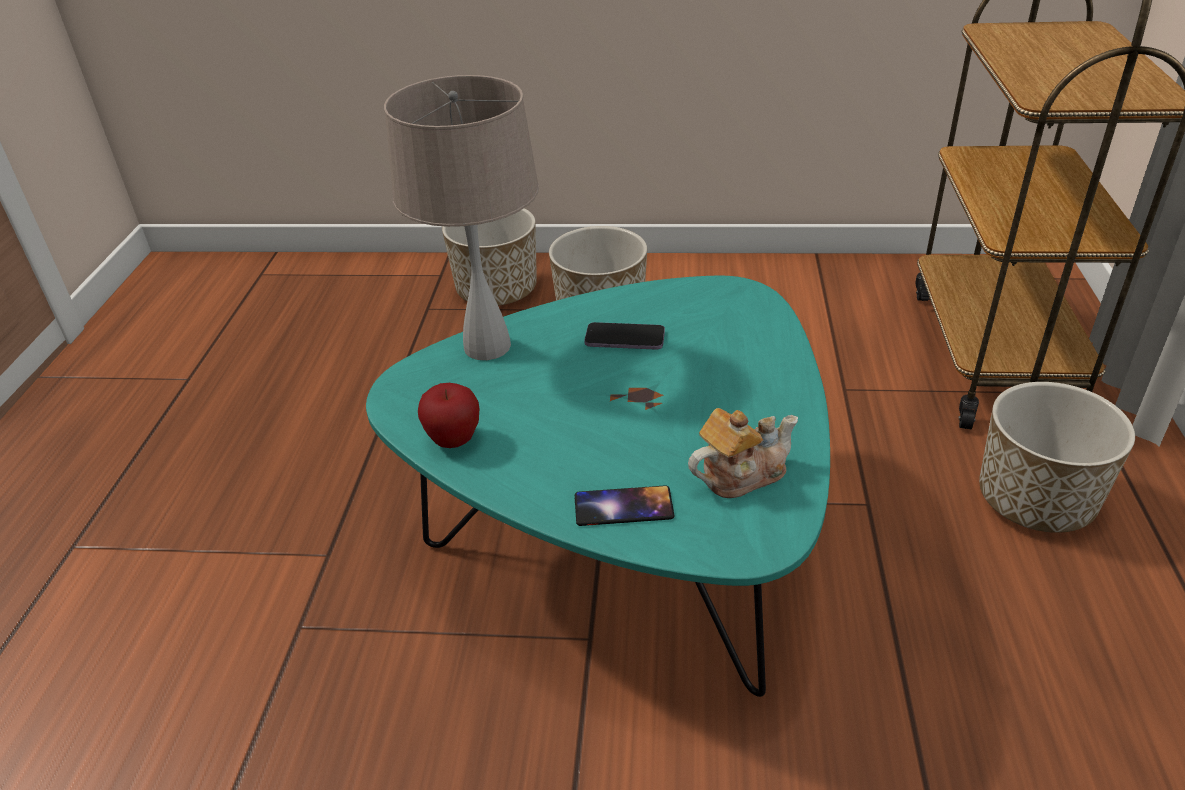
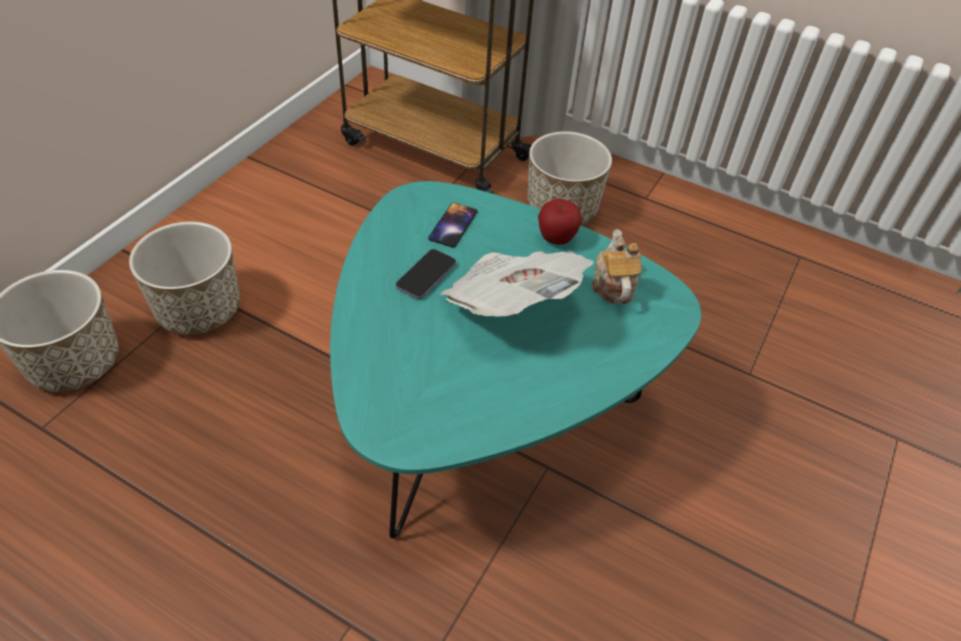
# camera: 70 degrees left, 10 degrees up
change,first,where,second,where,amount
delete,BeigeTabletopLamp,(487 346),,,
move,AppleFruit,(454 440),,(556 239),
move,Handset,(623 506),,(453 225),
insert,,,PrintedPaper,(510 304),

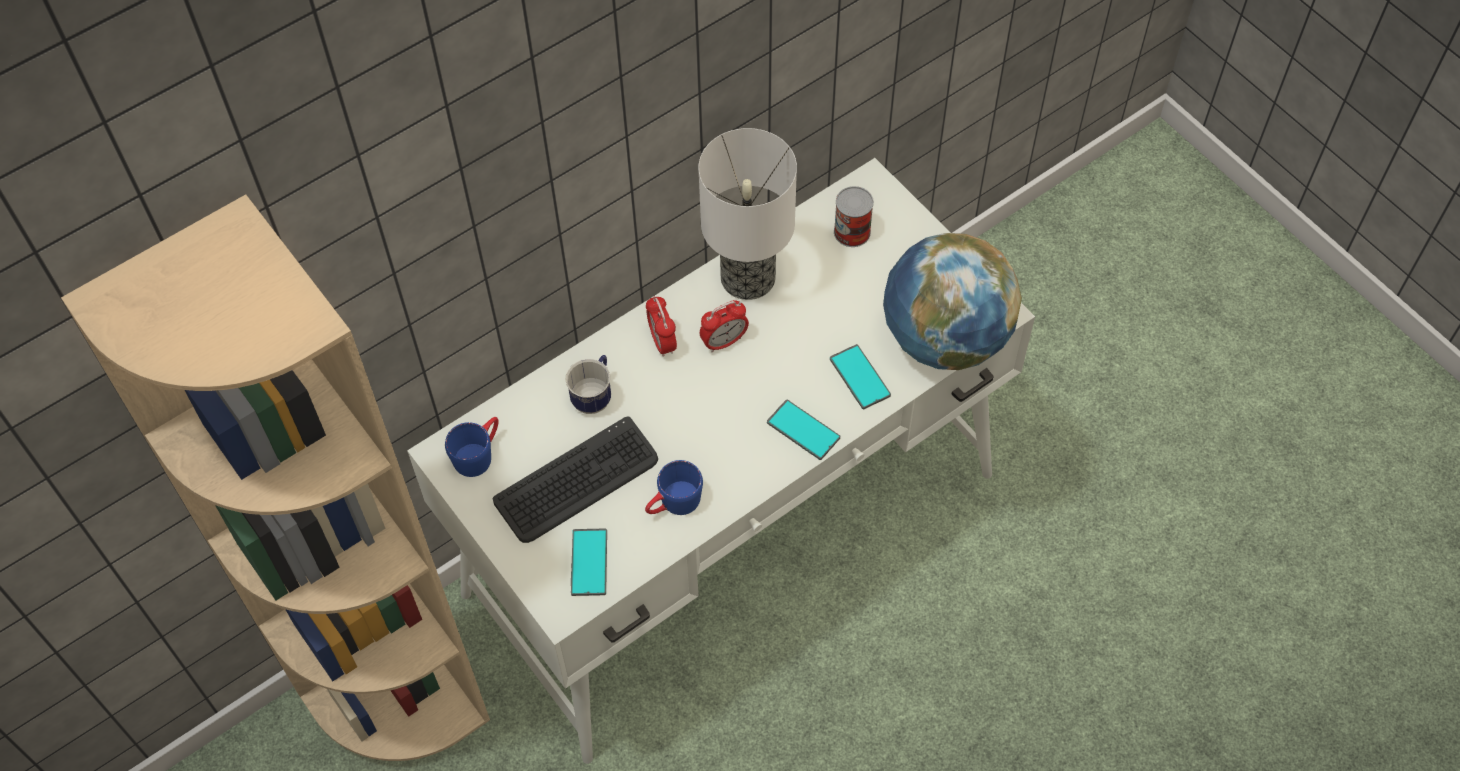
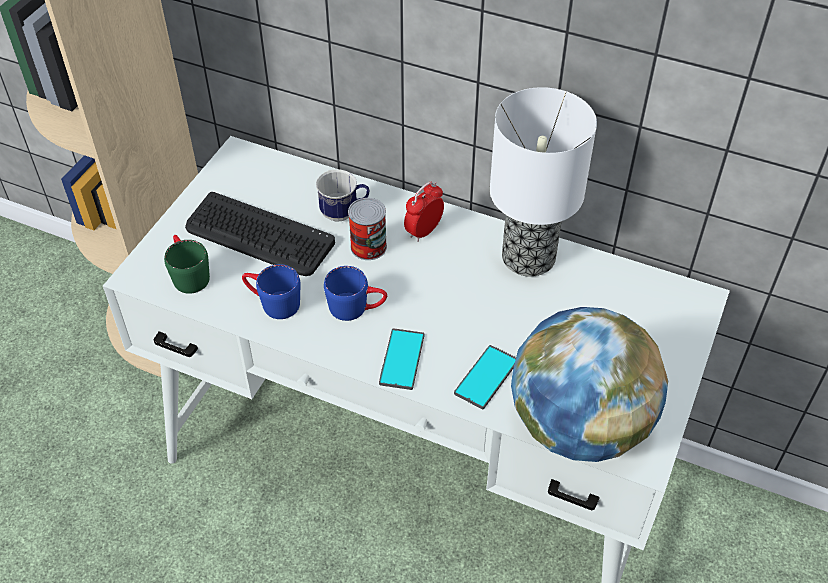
# camera: 60 degrees right, 10 degrees down
change,first,where,second,where,amount
move,BlueCoffeeMug,(478 453),,(357 307),
replace,Handset,(589 562),GreenColouredCoffeeMug,(188 274),
delete,TableClock,(724 341),,,
move,MetalCan,(852 232),,(368 246),

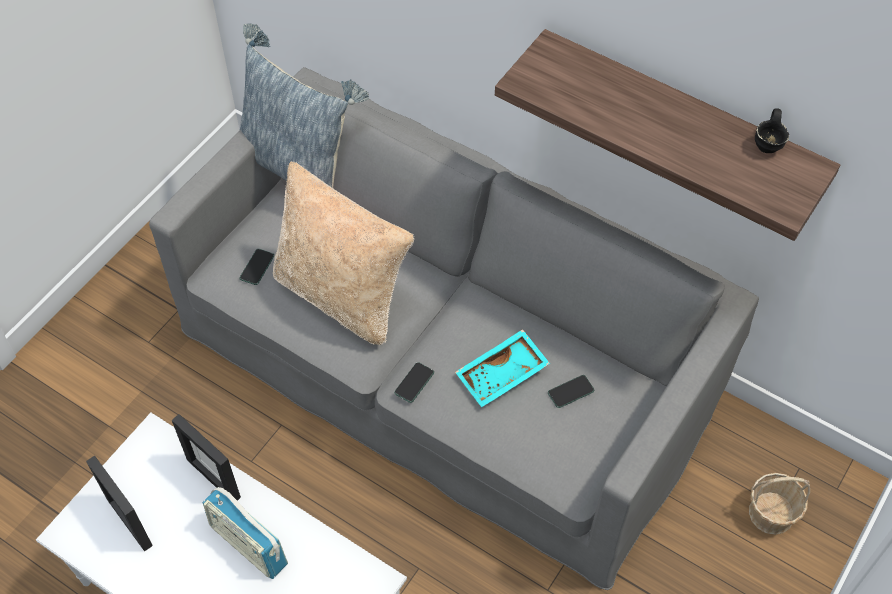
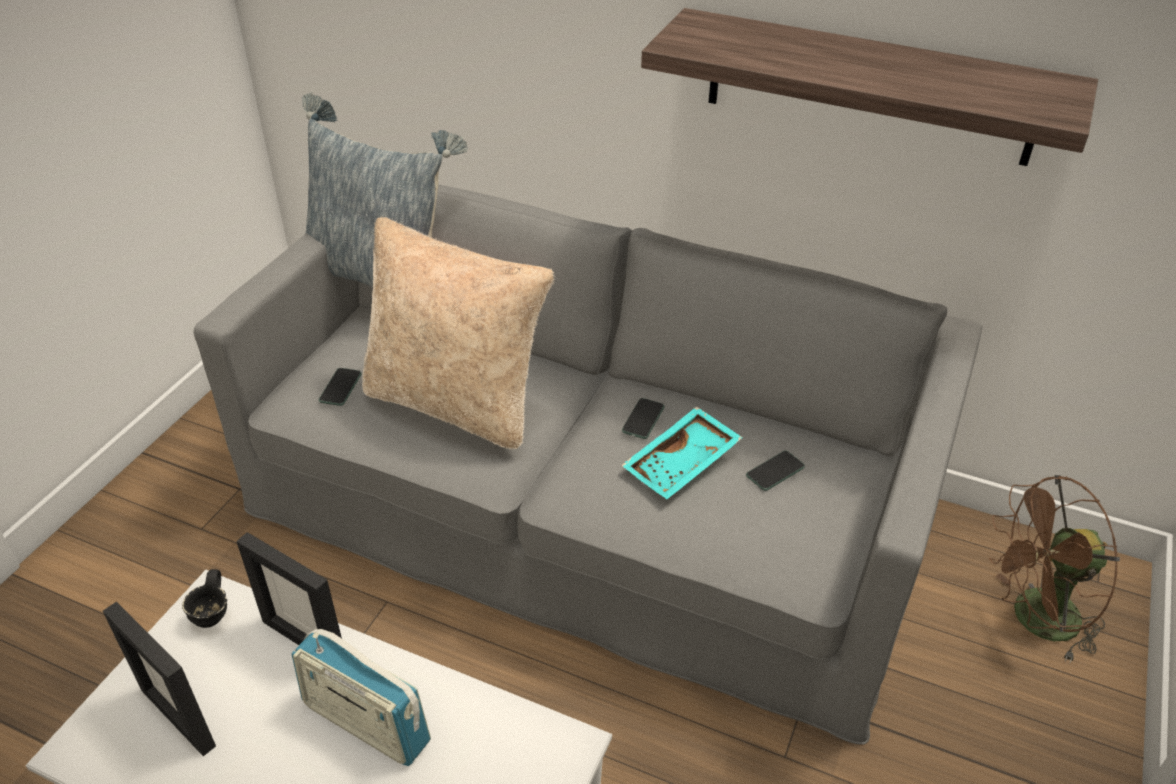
# camera: 10 degrees left, 15 degrees down
change,first,where,second,where,amount
move,Handset,(414 383),,(643 419),
replace,Basket,(771 513),BrownColouredFan,(1033 620),
move,BlackishCoffeeMug,(769 146),,(215 616),

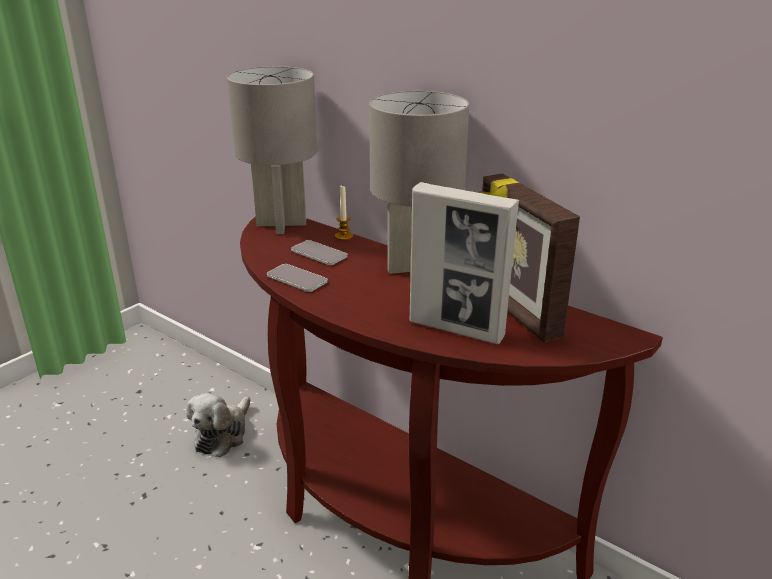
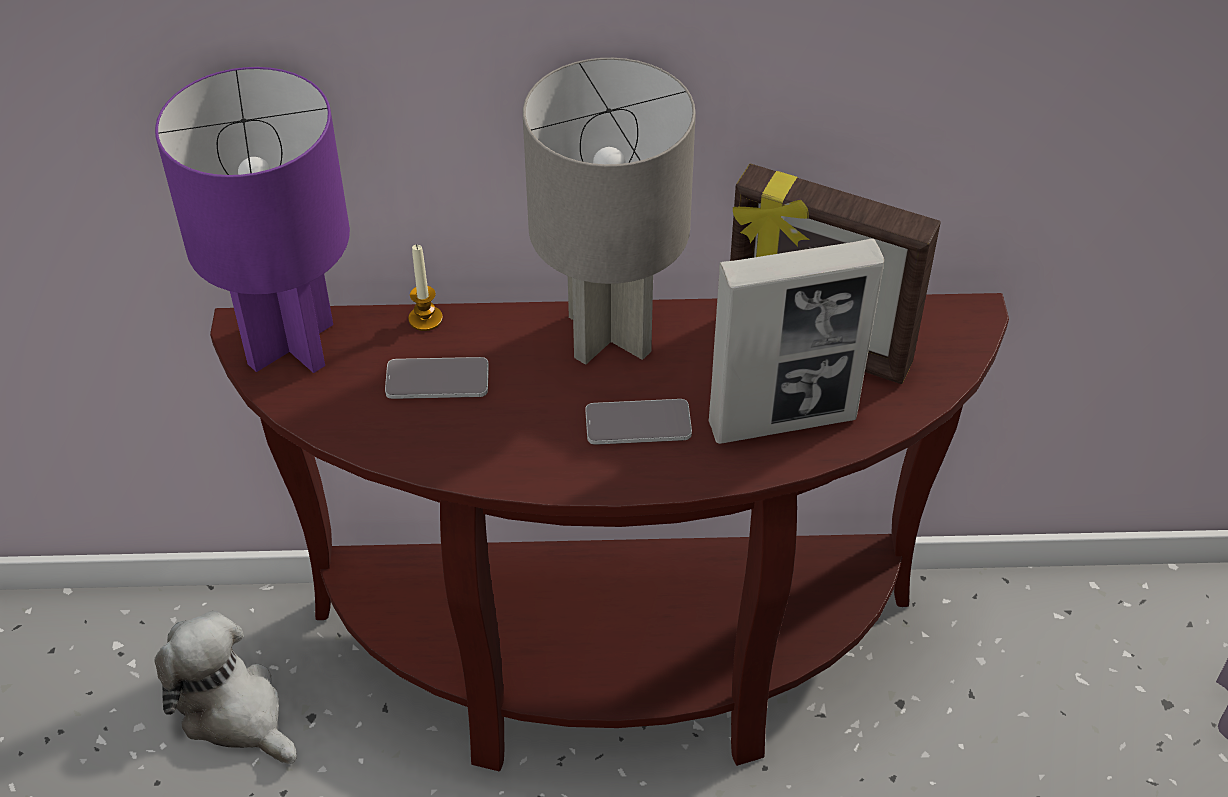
# camera: 40 degrees left, 20 degrees up
change,first,where,second,where,amount
rotate,SoftToy,(222 434),,(234 711),150 degrees clockwise
recolor,GreyTabletopLamp,(282 224),PurplishTabletopLamp,(291 343),
move,Handset,(297 279),,(638 423),

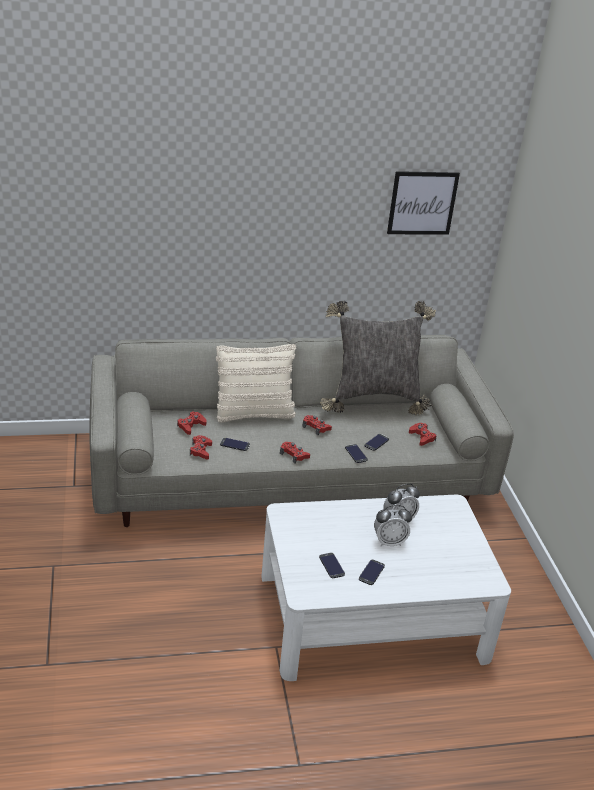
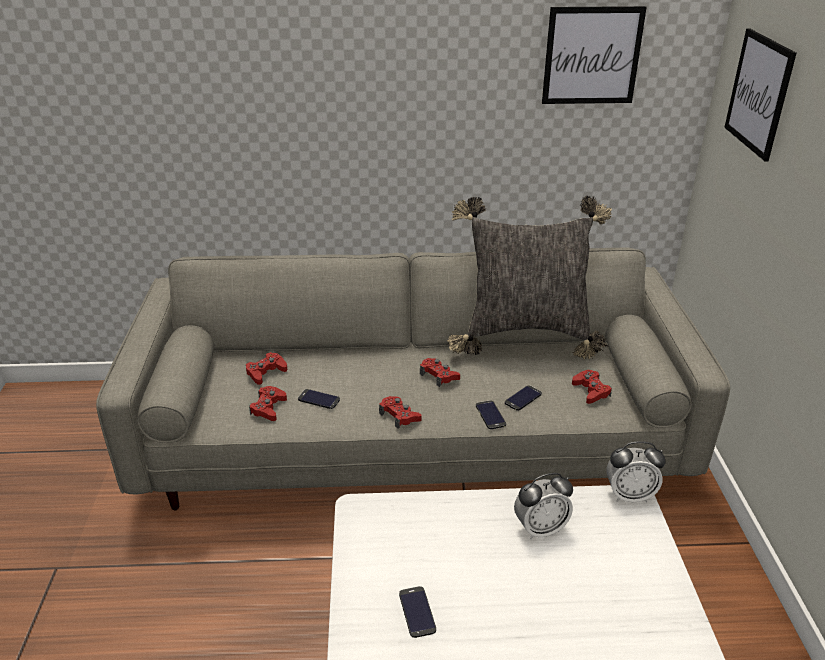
# camera: 10 degrees right, 0 degrees up
change,first,where,second,where,amount
delete,BeigeCushion,(254 414),,,
delete,Handset,(371 572),,,
move,TableClock,(389 542),,(629 495),
insert,,,WallPicture,(759 93),

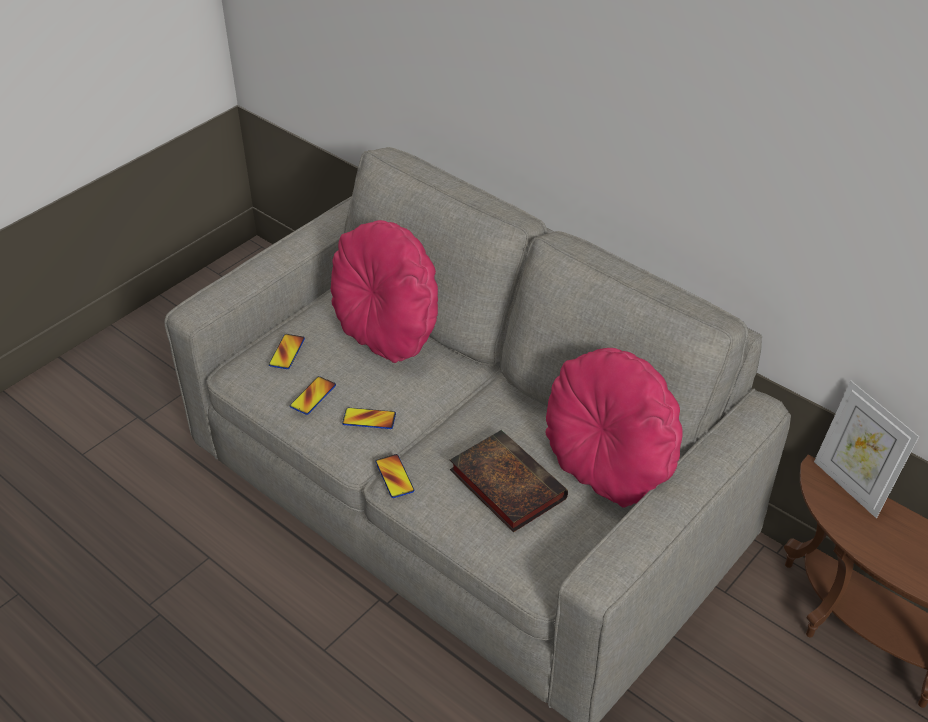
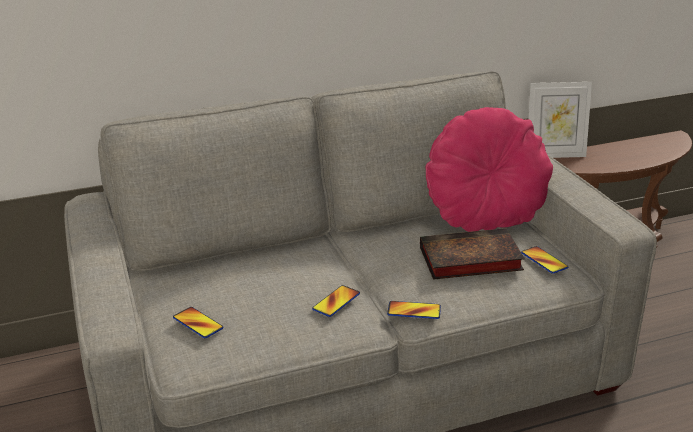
# camera: 60 degrees left, 15 degrees down
change,first,where,second,where,amount
move,Handset,(313 396),,(544 260),
delete,PinkishCushion,(386 336),,,

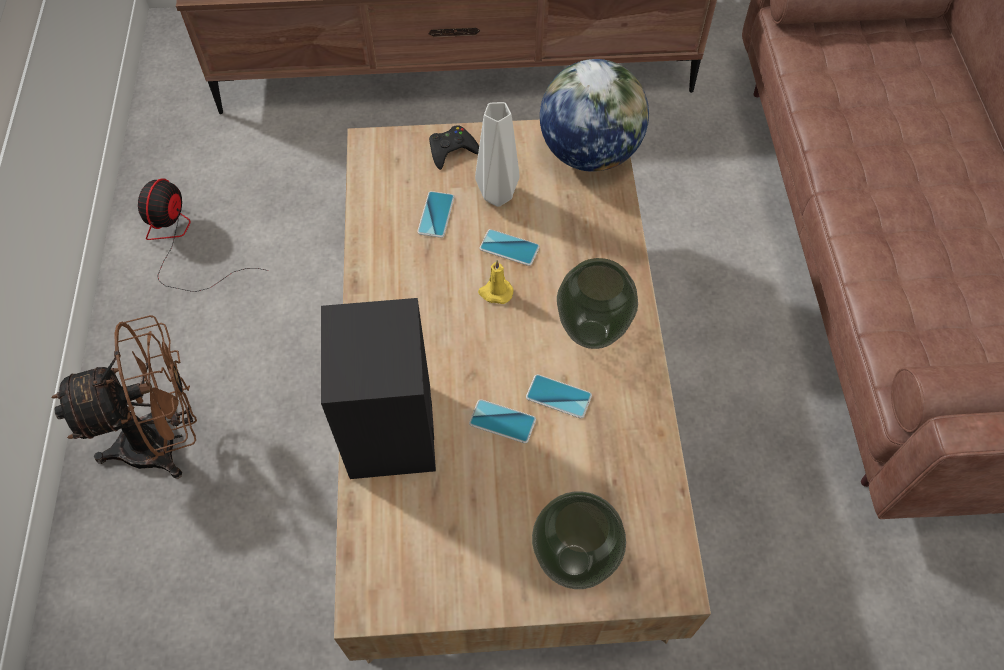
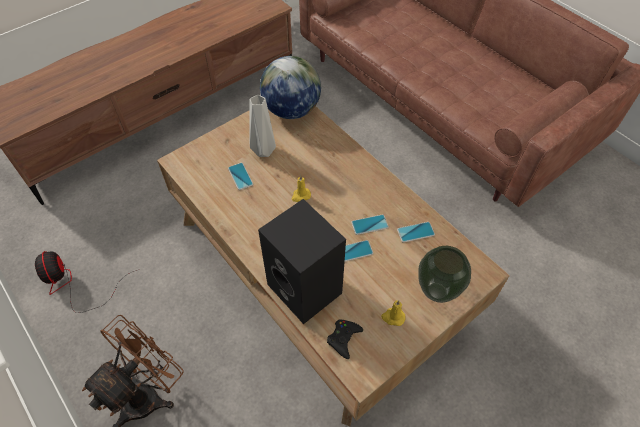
# camera: 35 degrees left, 5 degrees down
change,first,where,second,where,amount
move,BlackishGameController,(452 150),,(343 339),
move,Handset,(509 248),,(415 232),
delete,Vase,(592 333),,,
insert,,,YellowCandle,(393 317),

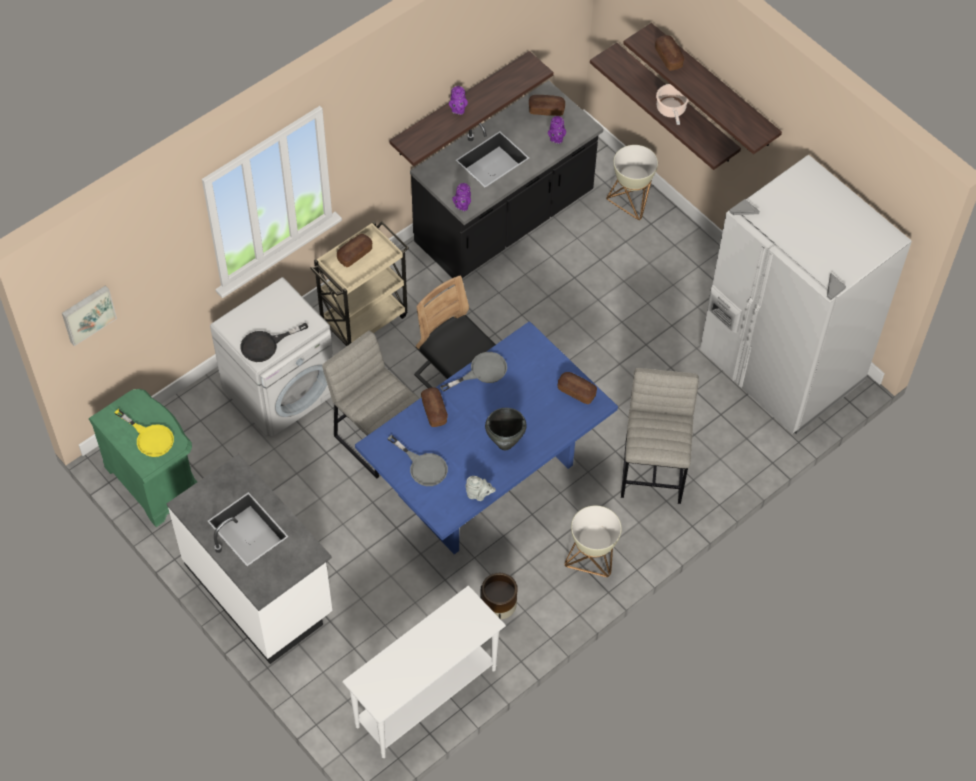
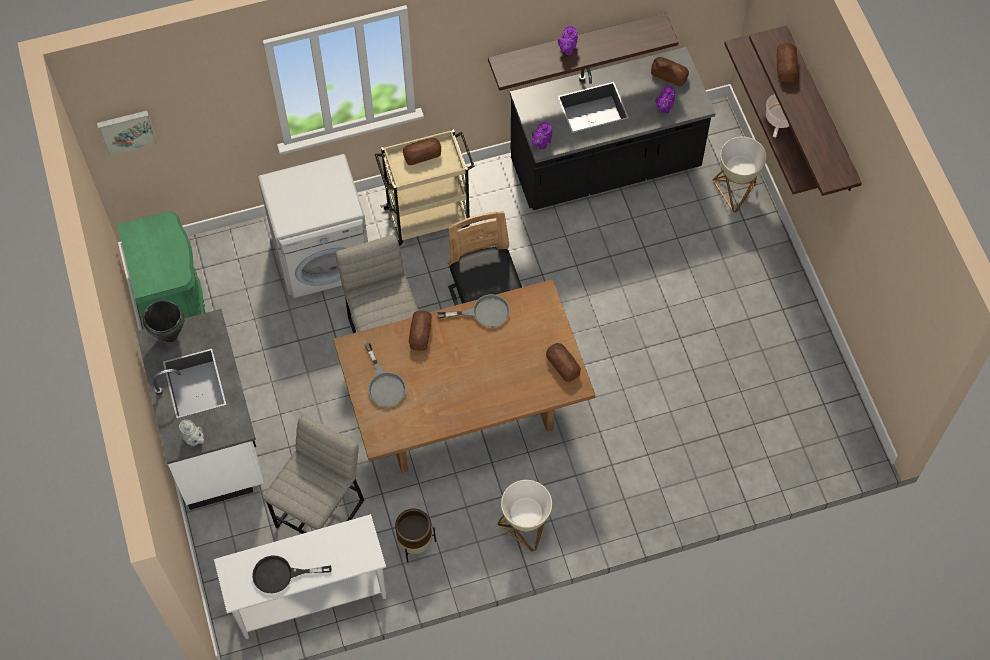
# camera: 25 degrees right, 5 degrees up
change,first,where,second,where,amount
delete,YellowPan,(150 438),,,
move,BlackishPan,(265 345),,(281 575),
recolor,BlueDiningTable,(486 479),BrownColouredDiningTable,(465 412),
move,GreyPotForTea,(479 495),,(194 439),
move,BlackishCookingPot,(505 444),,(170 335),
move,GreyPlainChair,(653 469),,(321 511),
delete,WhiteFridge,(781 367),,,

